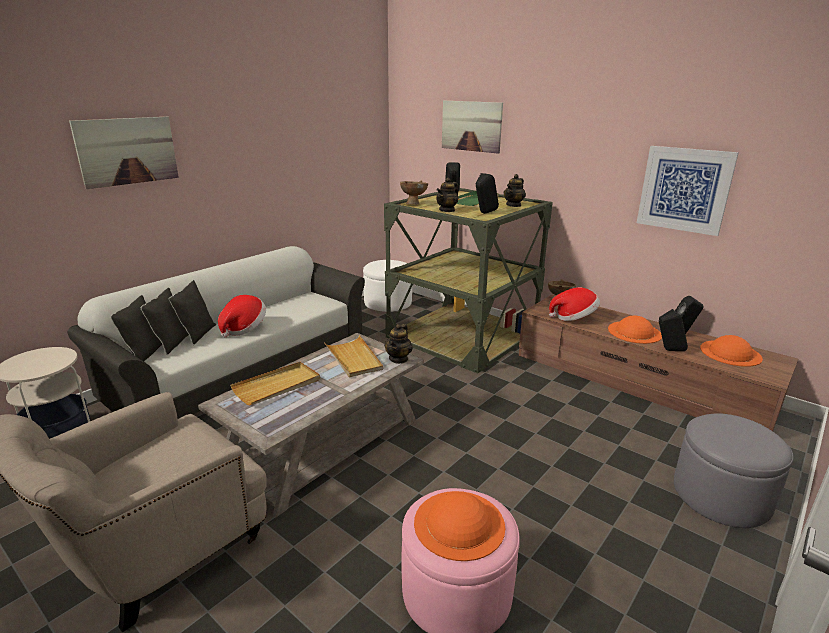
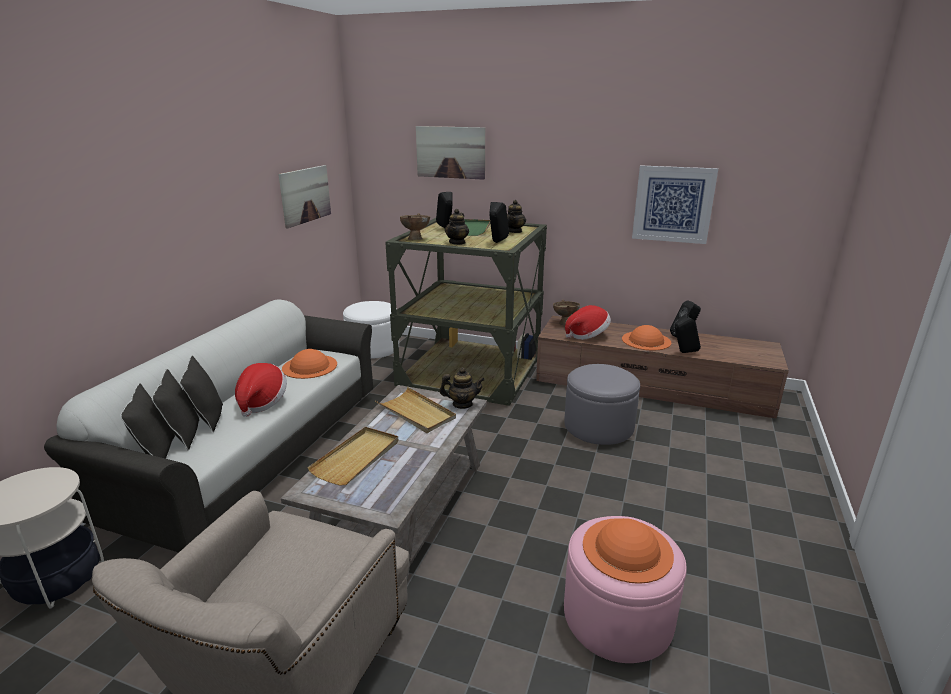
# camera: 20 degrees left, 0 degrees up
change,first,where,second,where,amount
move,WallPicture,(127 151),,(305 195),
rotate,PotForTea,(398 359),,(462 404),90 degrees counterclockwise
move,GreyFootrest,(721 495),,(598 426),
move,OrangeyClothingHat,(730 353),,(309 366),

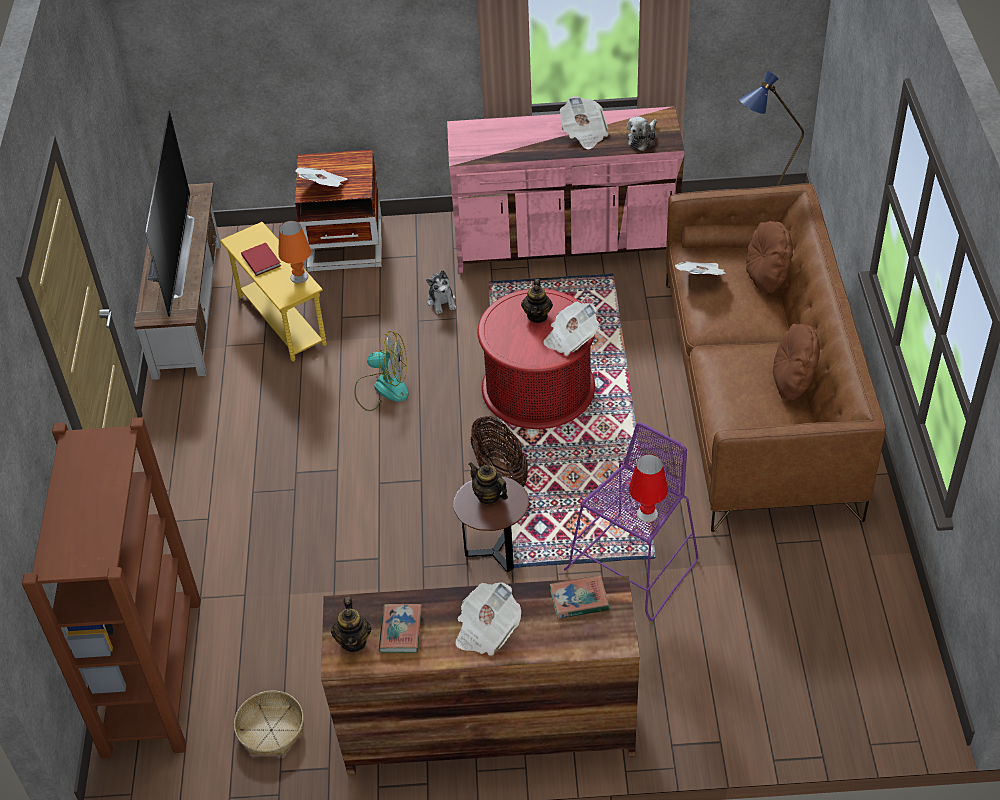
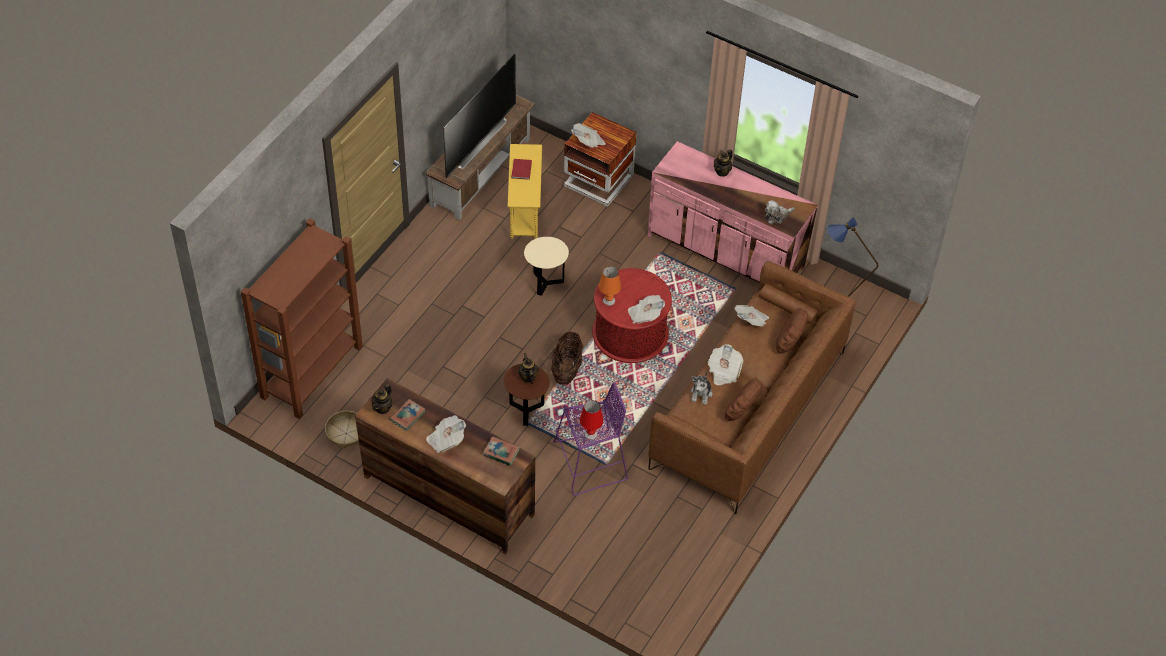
# camera: 30 degrees right, 5 degrees up
change,first,where,second,where,amount
move,OrangeyTabletopLamp,(299 277),,(609 300),
replace,Fan,(382 388),BeigeEndTable,(546 283),
move,SoftToy,(442 301),,(701 394),
move,PotForTea,(537 315),,(722 171),
move,PrintedPaper,(584 133),,(723 371),

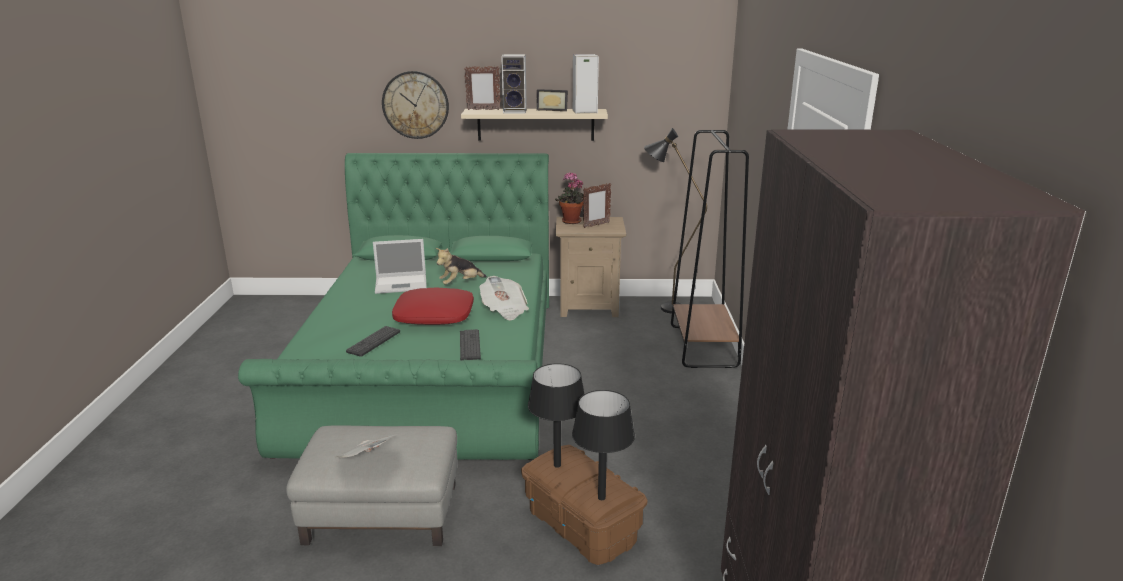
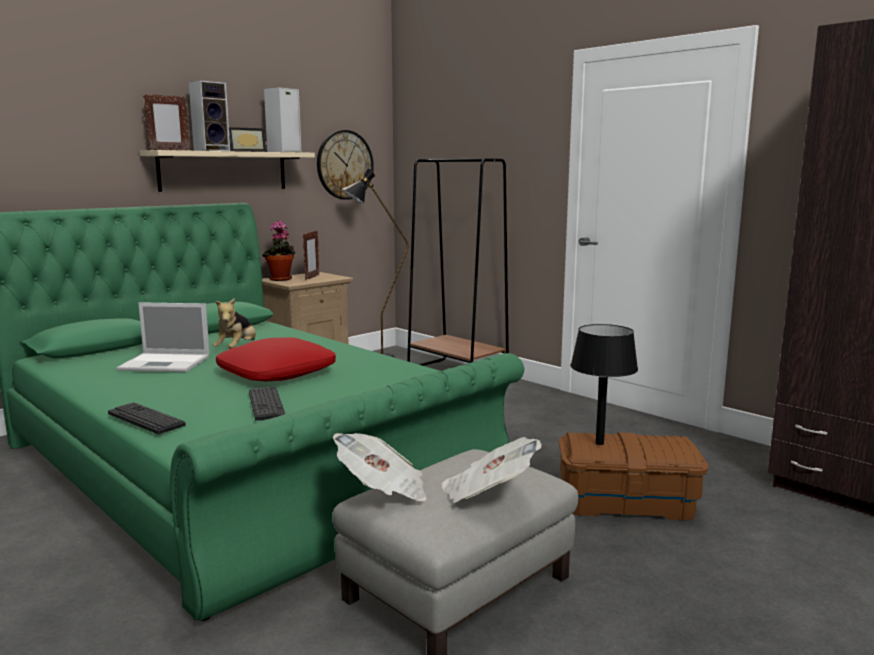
# camera: 45 degrees left, 10 degrees down
change,first,where,second,where,amount
rotate,Laptop,(402 284),,(166 363),60 degrees clockwise
move,ClockOnTheWall,(415 105),,(344 165),
move,ComputerKeyboard,(470 345),,(146 419),
move,PrintedPaper,(504 310),,(383 490),
delete,BlackishTabletopLamp,(601 498),,,

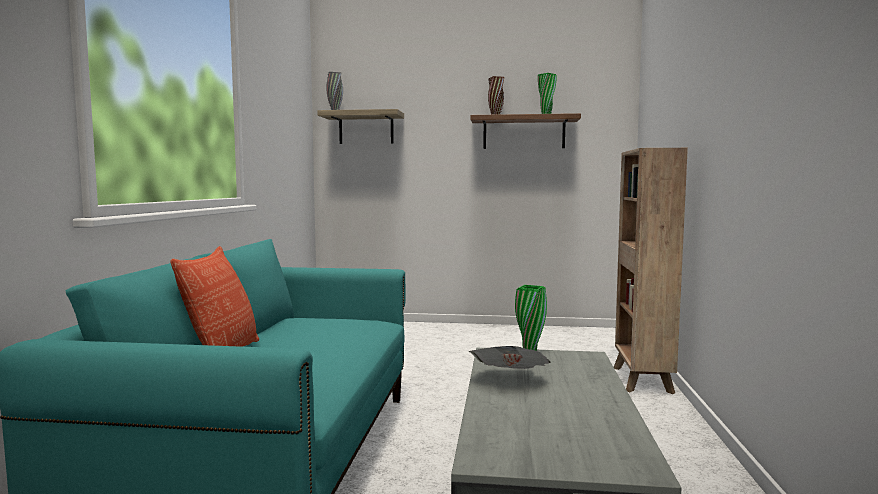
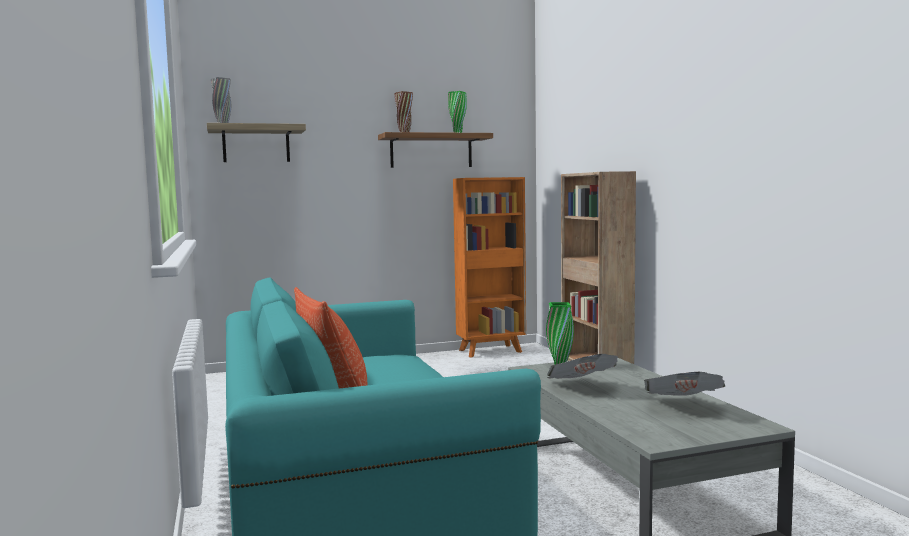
# camera: 25 degrees left, 0 degrees up
change,first,where,second,where,amount
insert,,,OrangeyBookcase,(491 351),
insert,,,PrintedPaper,(683 406),

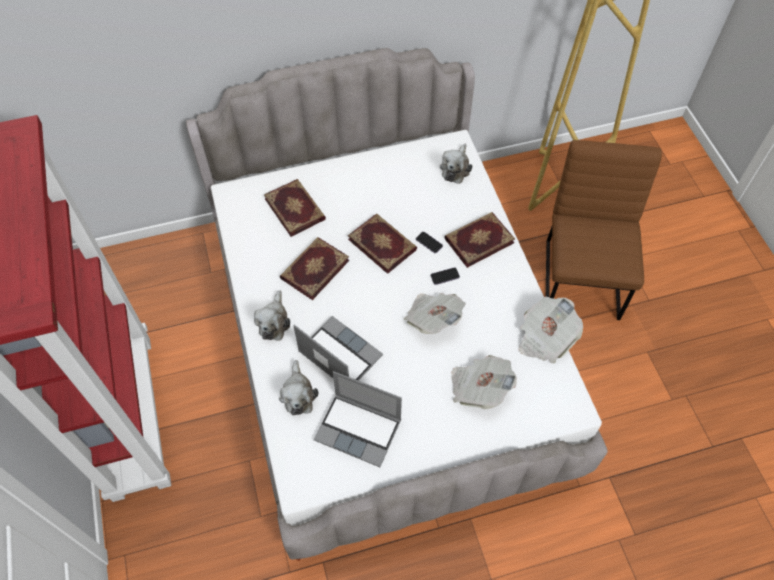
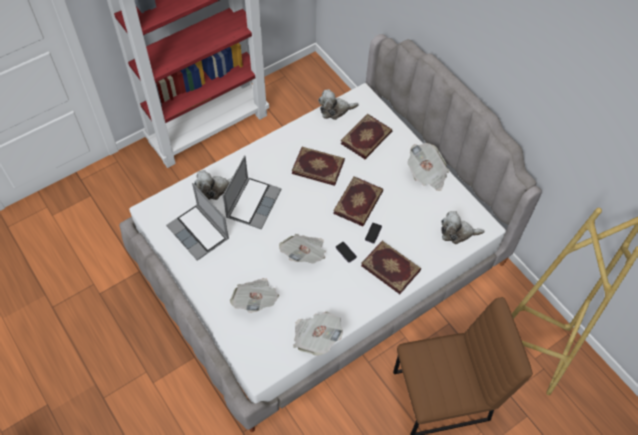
# camera: 70 degrees right, 0 degrees up
change,first,where,second,where,amount
move,SoftToy,(273 322),,(335 110),
rotate,Laptop,(359 429),,(199 233),45 degrees counterclockwise
insert,,,PrintedPaper,(427 174),

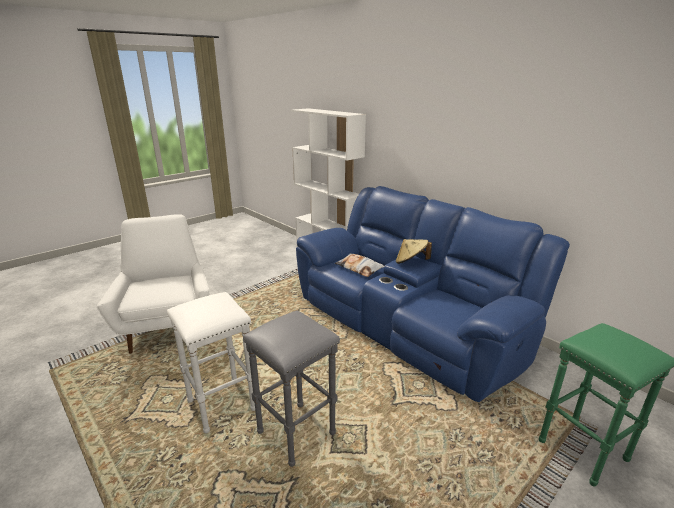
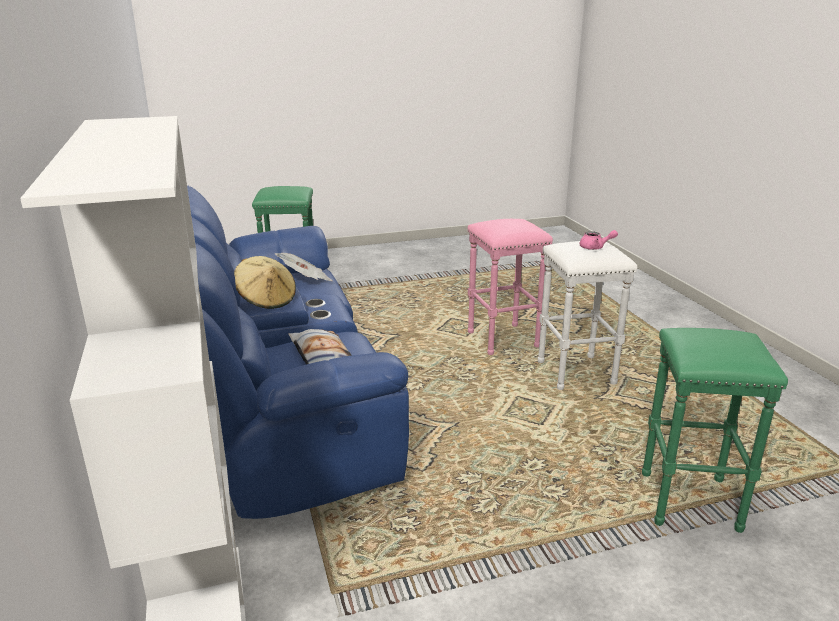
# camera: 155 degrees left, 0 degrees up
change,first,where,second,where,amount
replace,WhiteArmchair,(168 327),GreenColouredStool,(688 502),
recolor,GreyStool,(296 434),PinkishStool,(503 339),
insert,,,PrintedPaper,(305 280),
insert,,,PinkishPotForTea,(595 247),

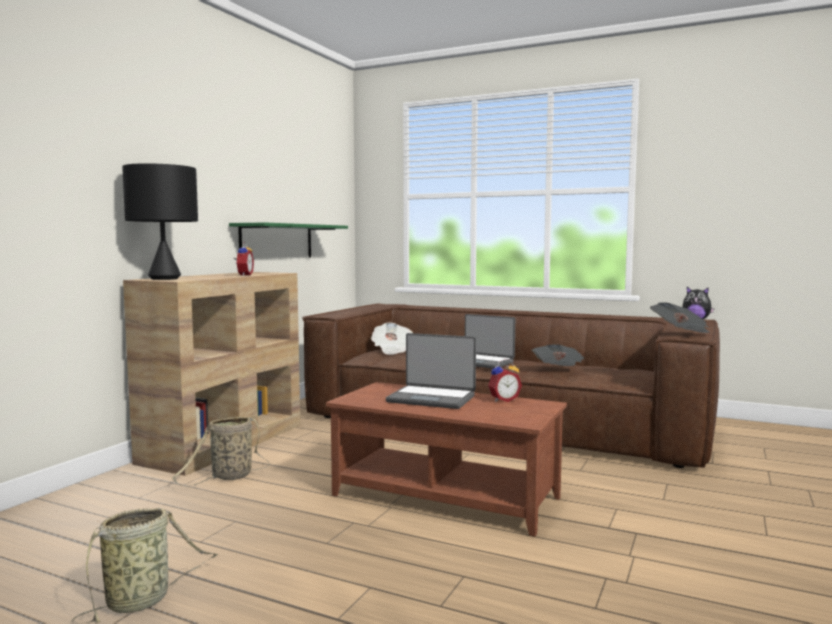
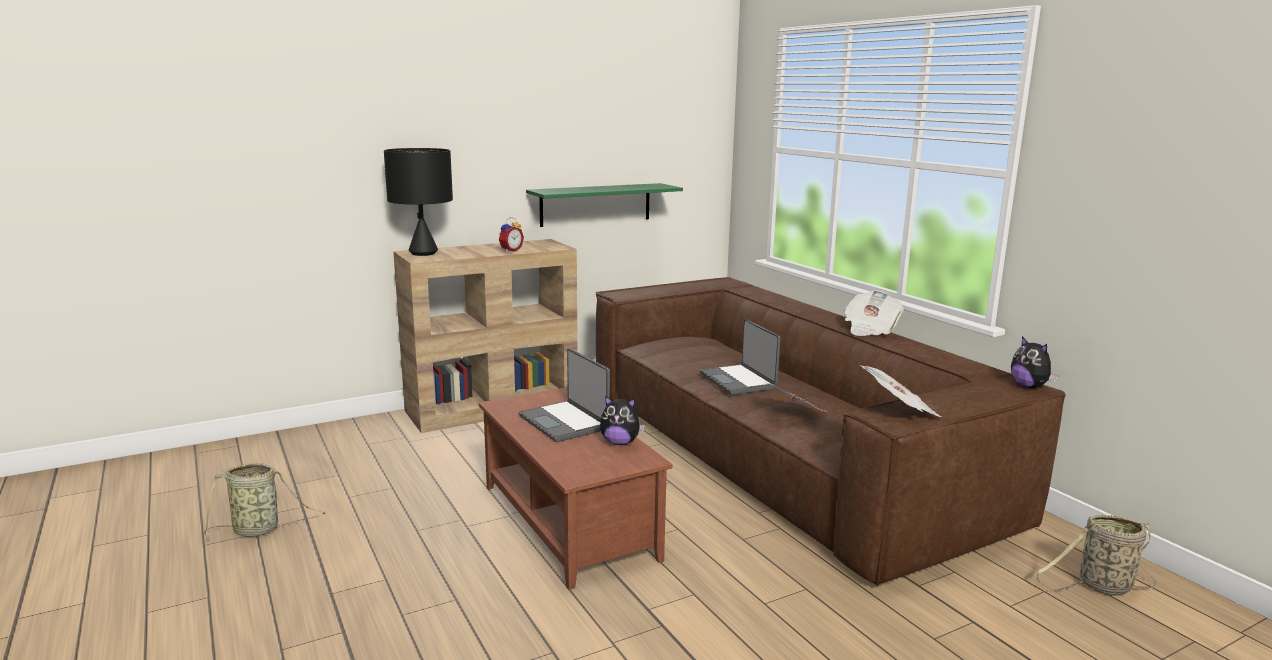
# camera: 35 degrees right, 10 degrees up
change,first,where,second,where,amount
move,Basket,(229 477),,(1100 587),
move,PrintedPaper,(392 351),,(870 329),
replace,TableClock,(503 400),SoftToy,(620 442),

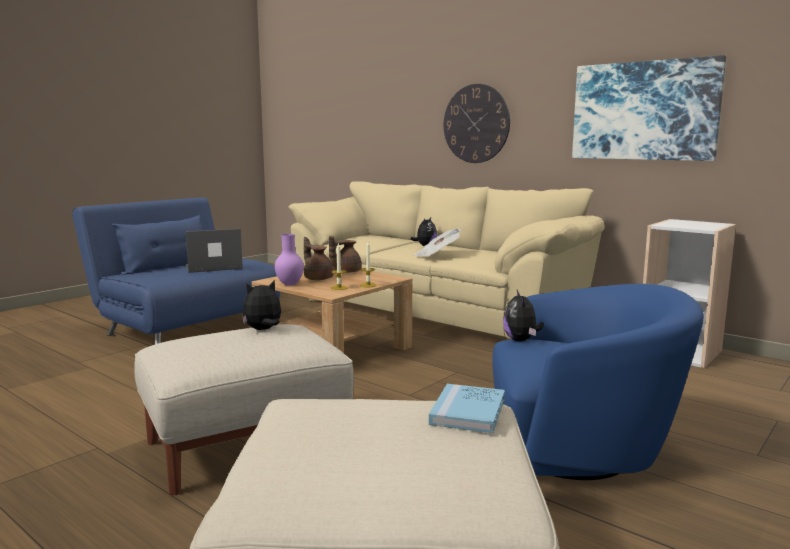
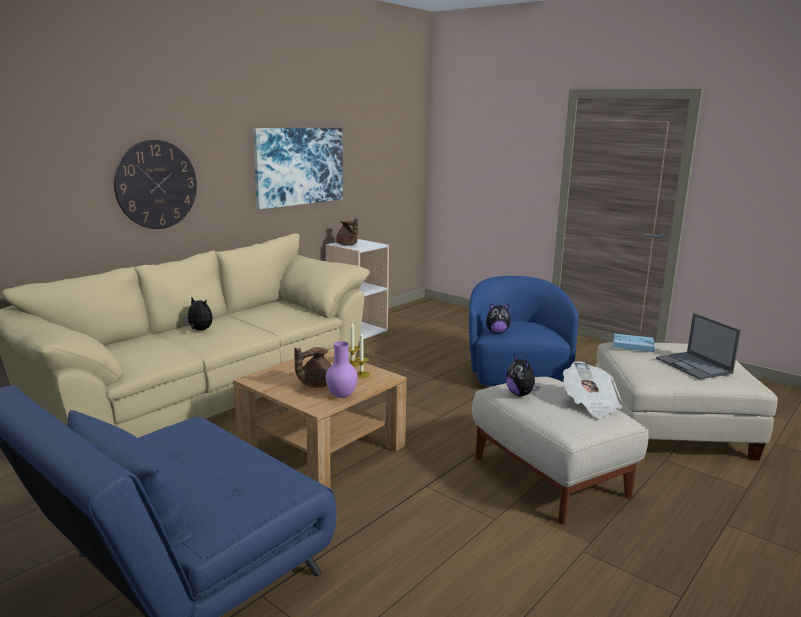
# camera: 90 degrees left, 5 degrees up
change,first,where,second,where,amount
move,Laptop,(213 267),,(694 366),
move,BrownColouredPotForTea,(345 272),,(347 245),
move,PrintedPaper,(437 255),,(590 404),

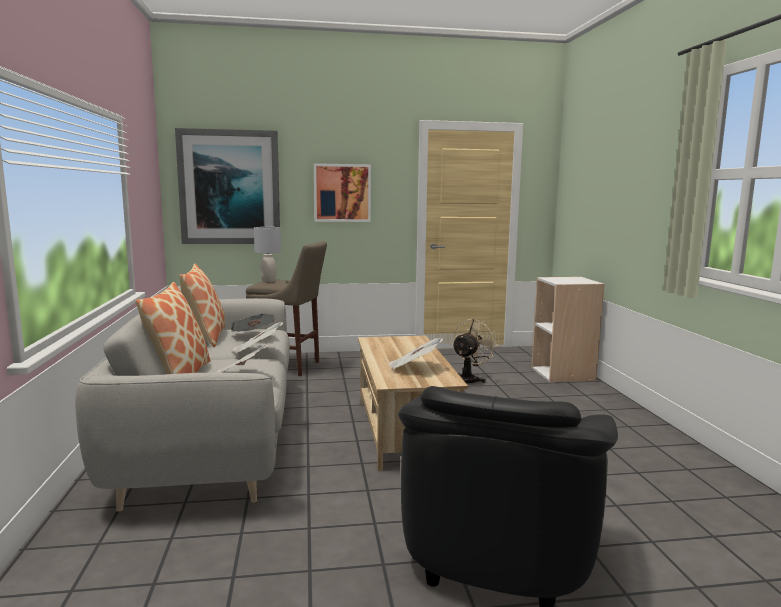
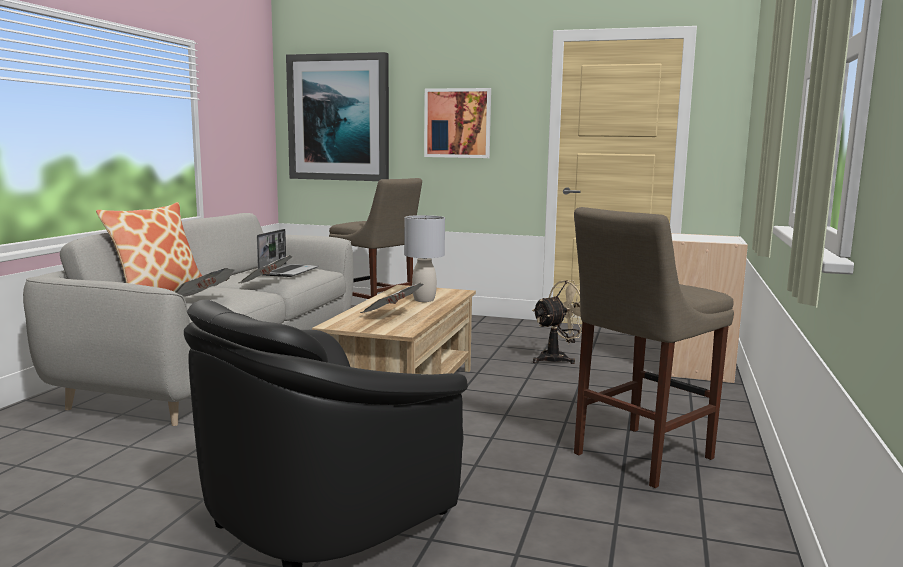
# camera: 25 degrees right, 0 degrees up
change,first,where,second,where,amount
delete,Cushion,(205 337),,,
replace,PrintedPaper,(252 335),Laptop,(288 271),
move,GreyTabletopLamp,(268 281),,(423 300),
insert,,,BeigeStool,(638 457),

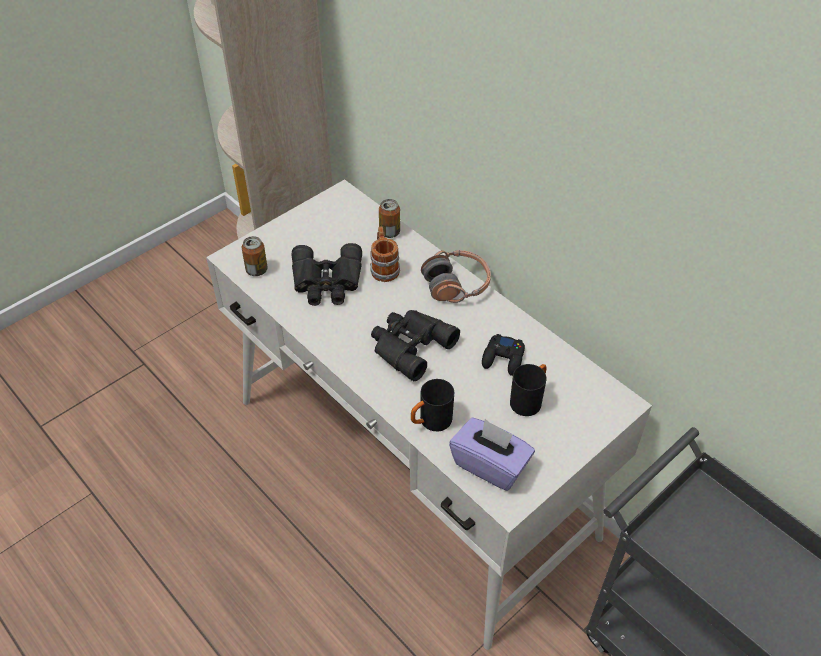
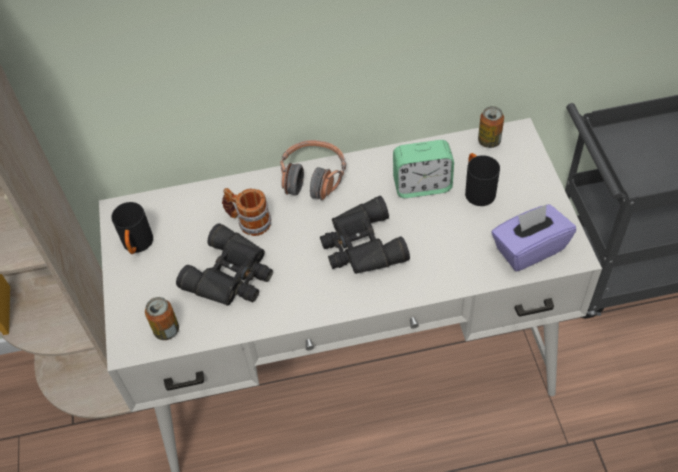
# camera: 55 degrees left, 5 degrees up
change,first,where,second,where,amount
move,MetalCan,(389 232),,(489 141),
move,BlackishCoffeeMug,(430 422),,(137 246),
replace,BlackishGameController,(503 358),TableClock,(422 186),

